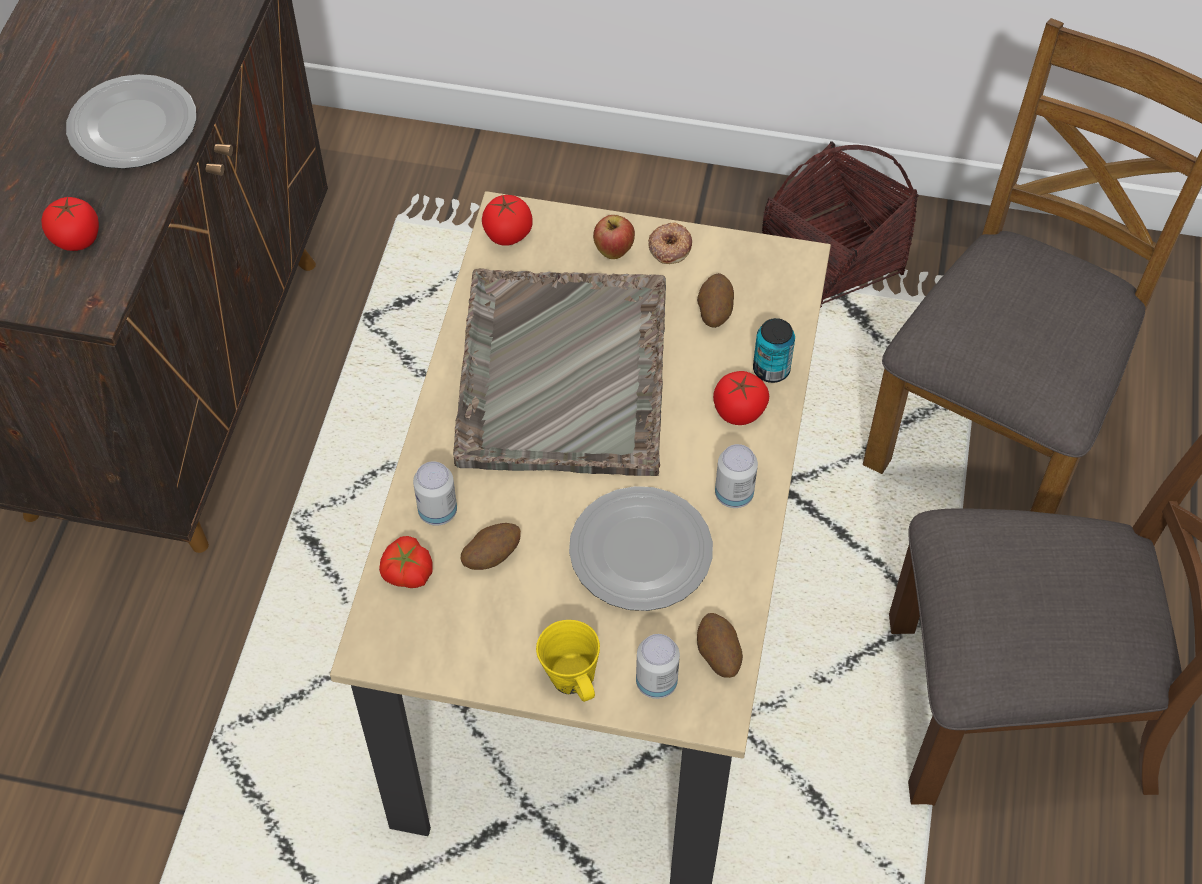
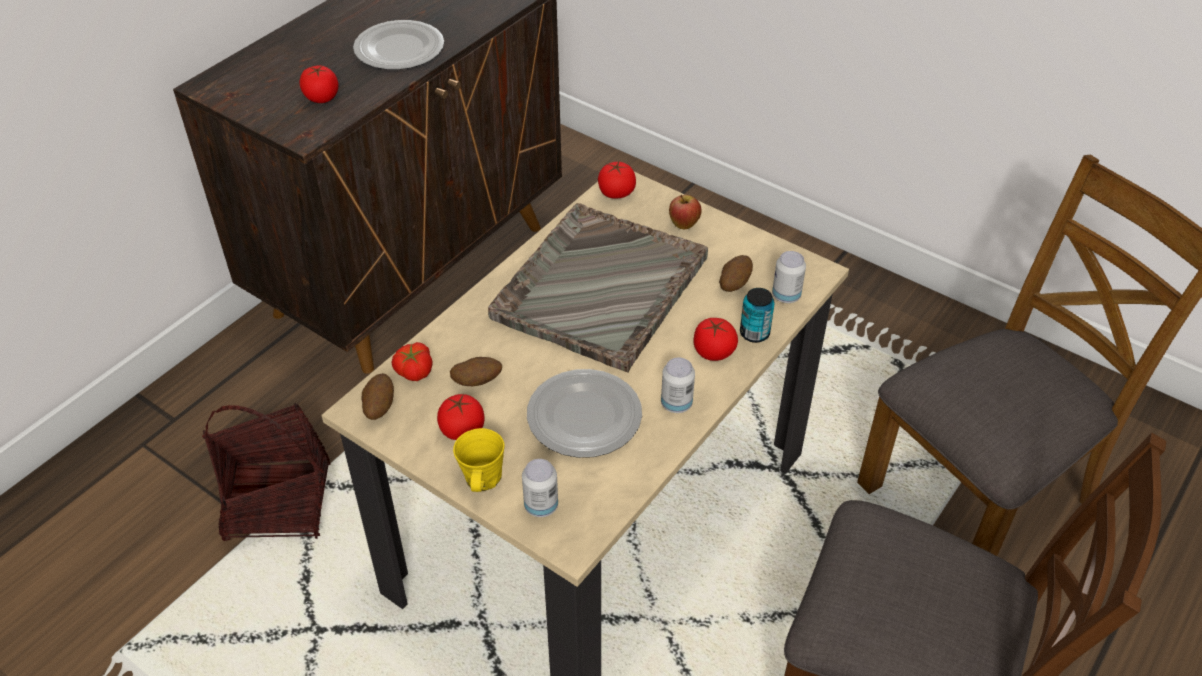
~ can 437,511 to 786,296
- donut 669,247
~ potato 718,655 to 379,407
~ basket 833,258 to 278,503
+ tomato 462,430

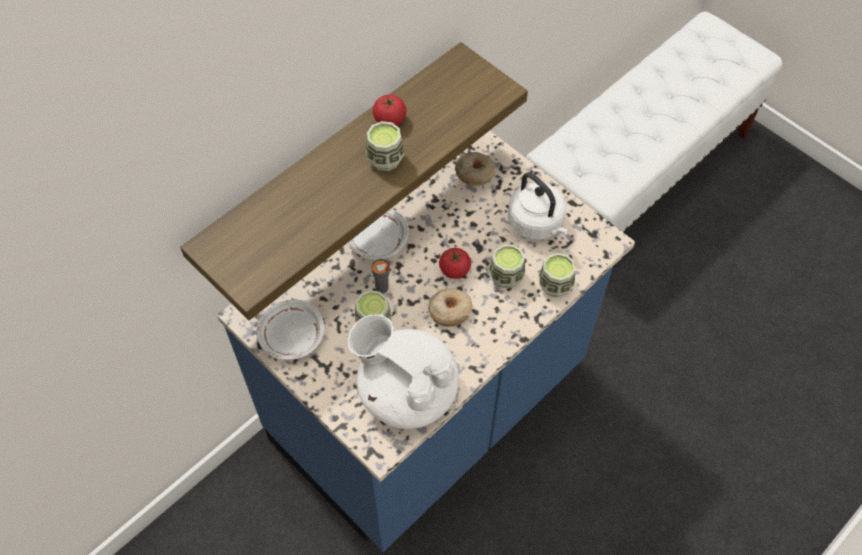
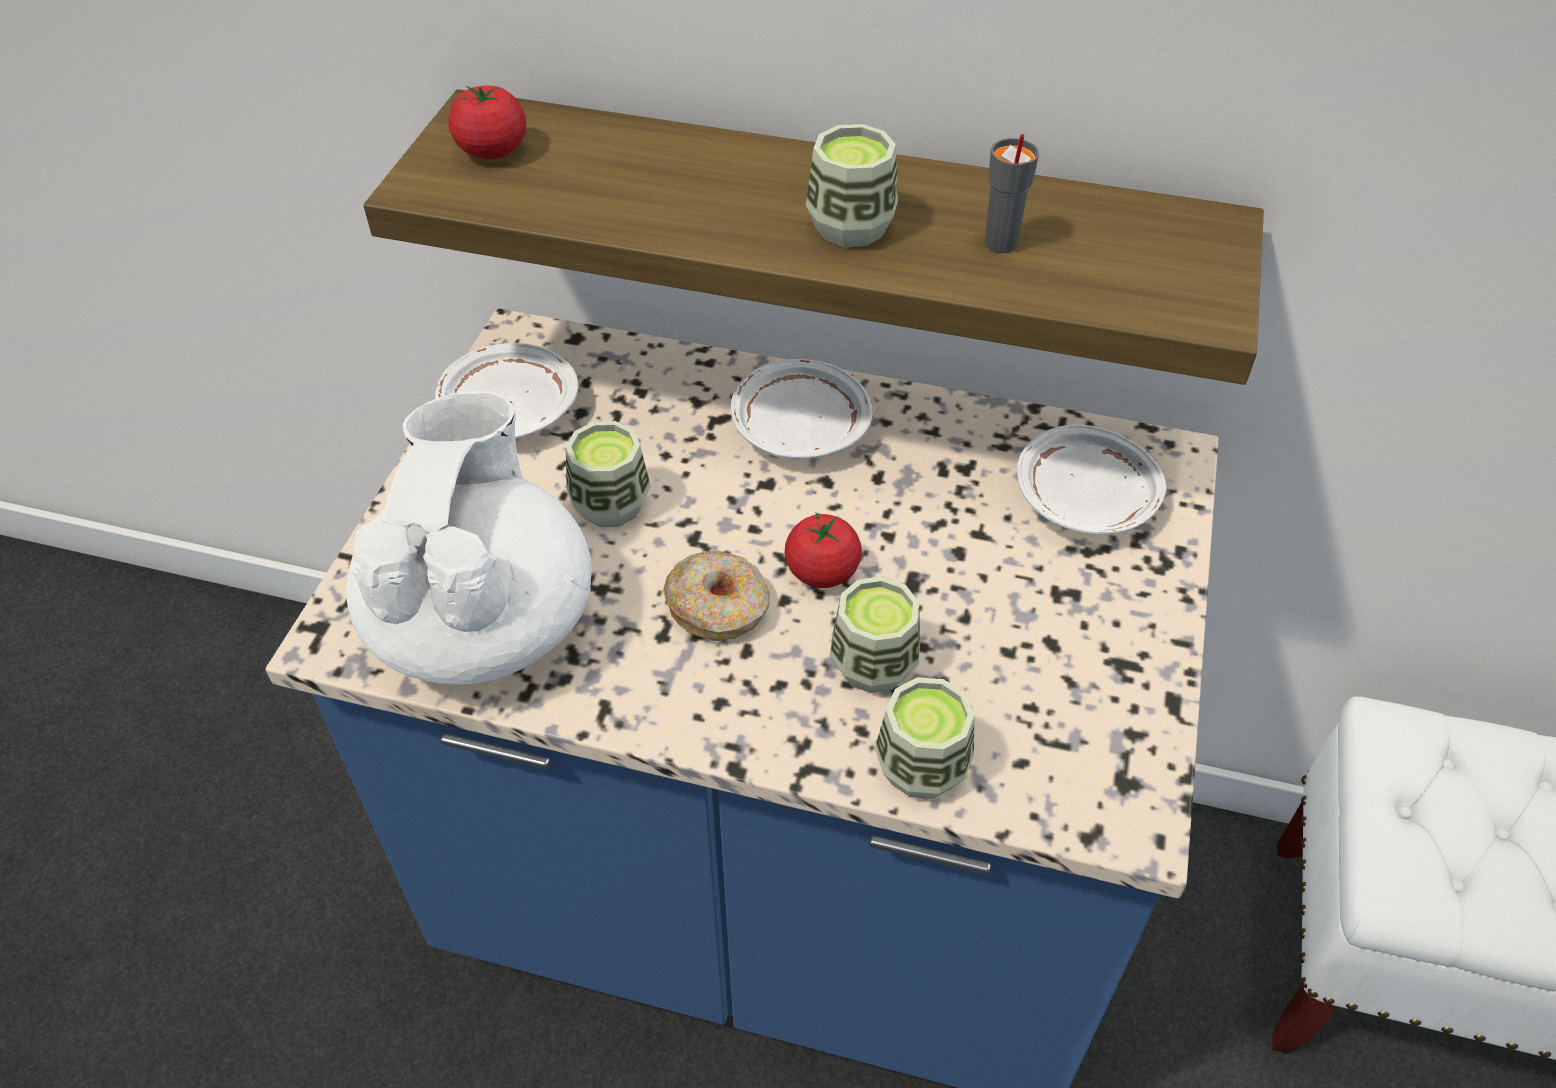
~ grey cup 382,288 to 1000,244
~ tomato 390,120 to 492,150
~ donut 475,173 to white plate 1085,500
- white kettle 537,224

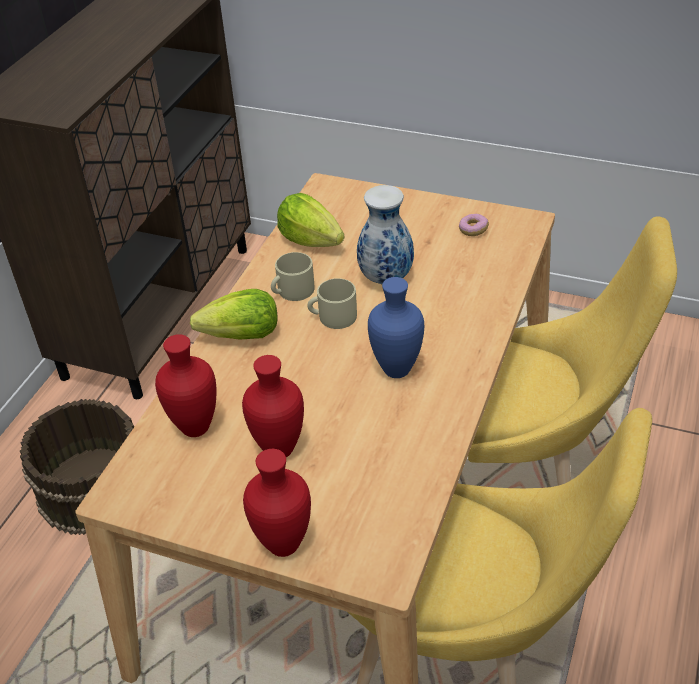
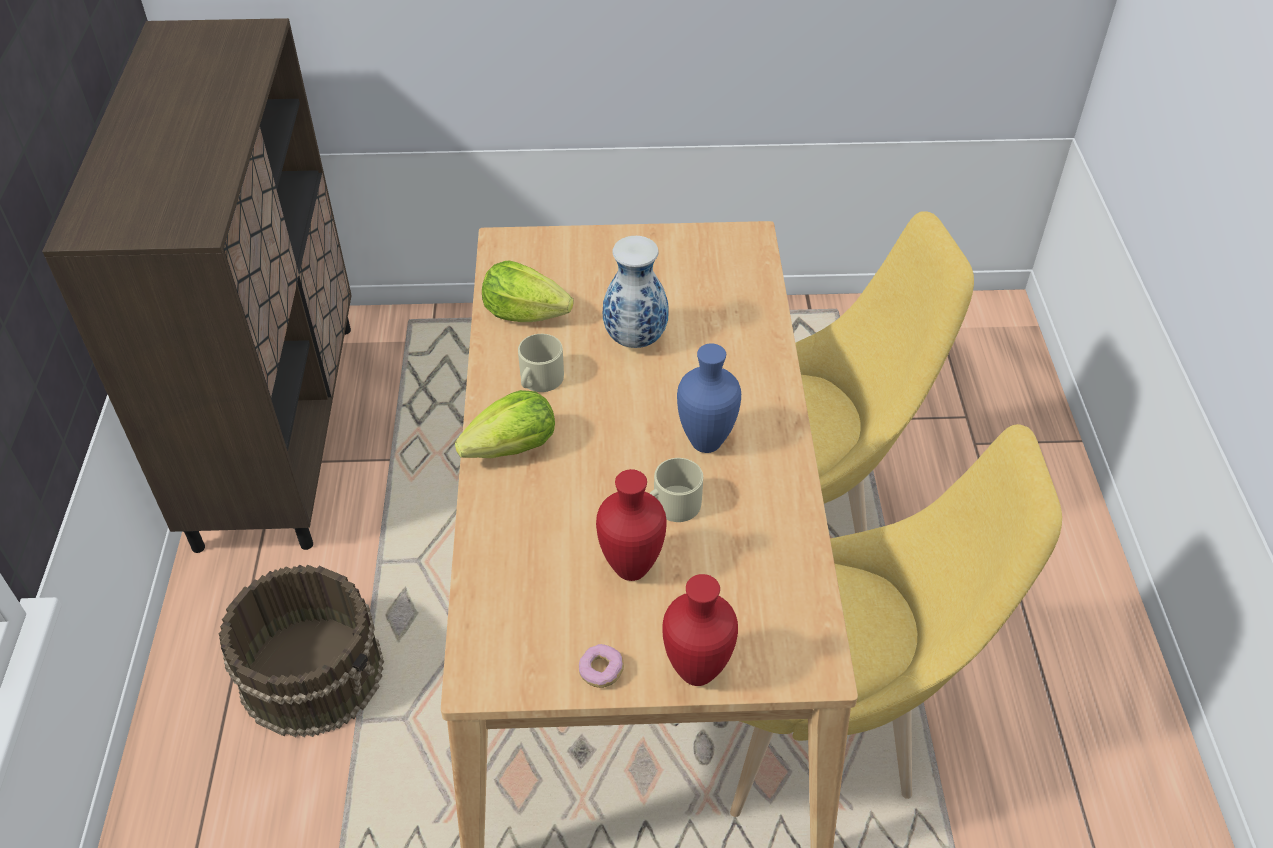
- red vase 193,427
~ beige mug 333,317 to 671,506
~ donut 473,230 to 601,671

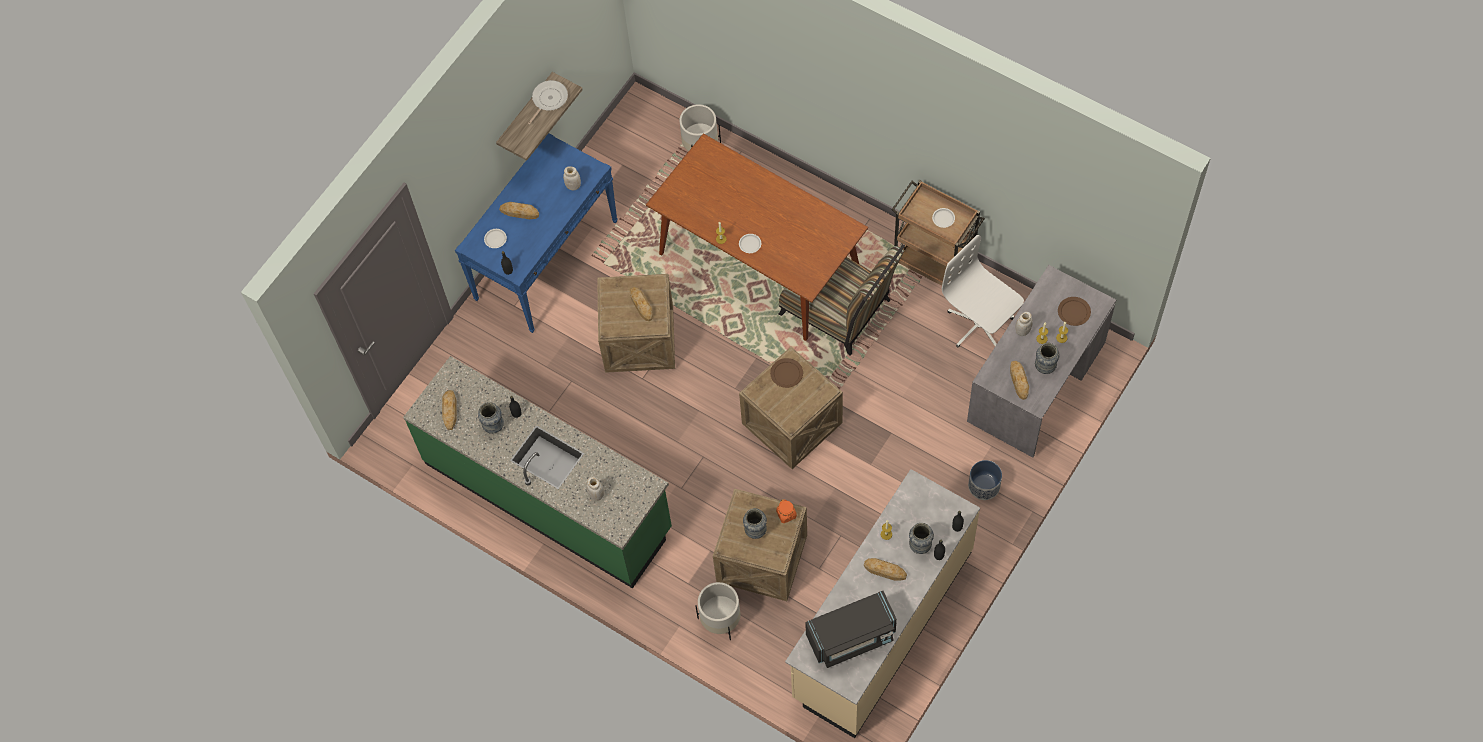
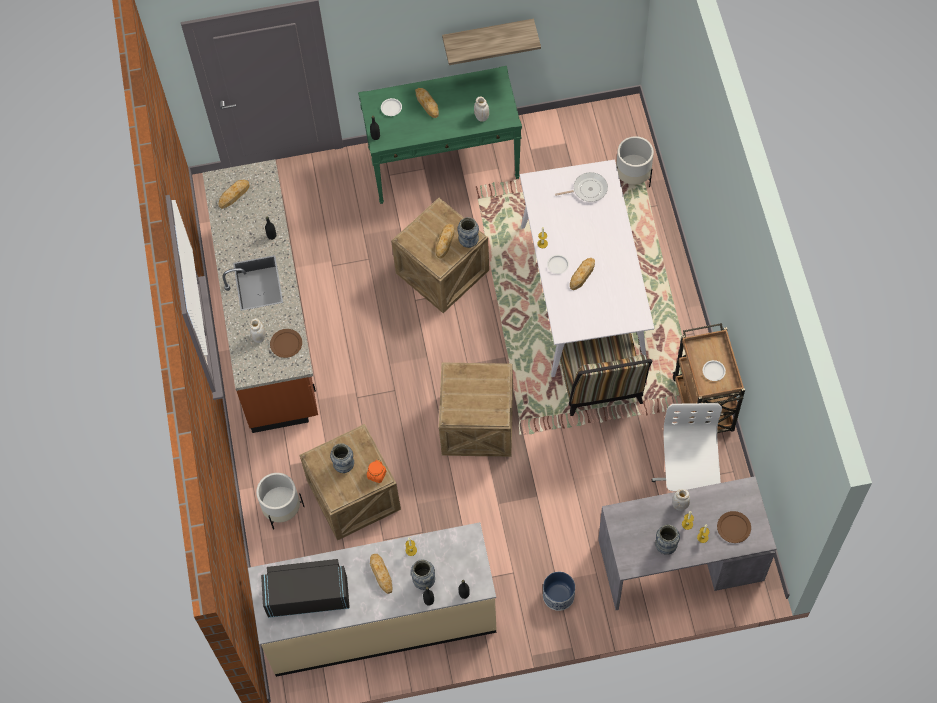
~ green counter 548,495 to brown counter 270,321
~ blue console table 546,259 to green console table 444,163
~ vase 493,426 to 468,242
~ frying pan 548,99 to 587,189
~ brown dining table 758,261 to white dining table 582,292
~ brown plate 787,373 to 286,344
~ black microwave 851,637 = 308,596 150 degrees clockwise
~ bread 1019,380 to 582,275

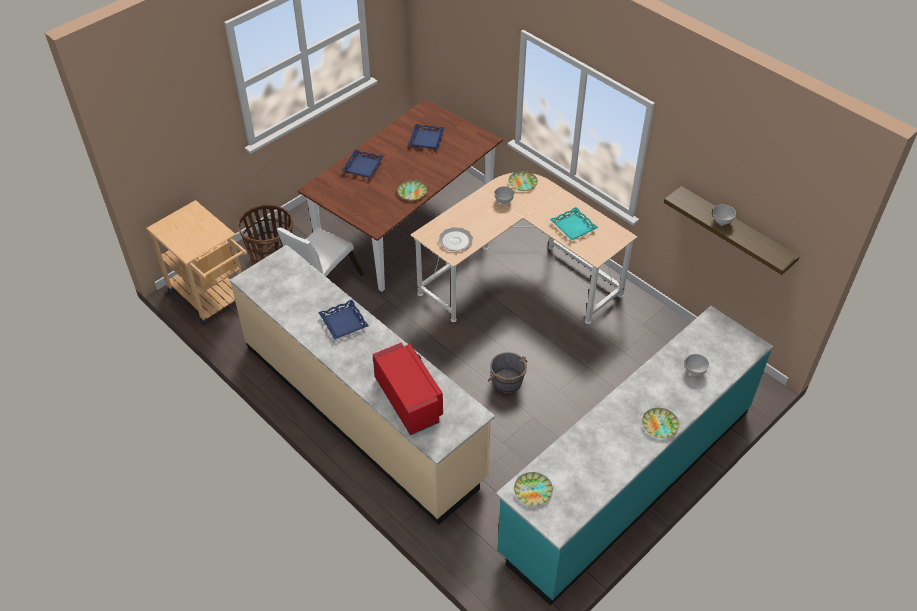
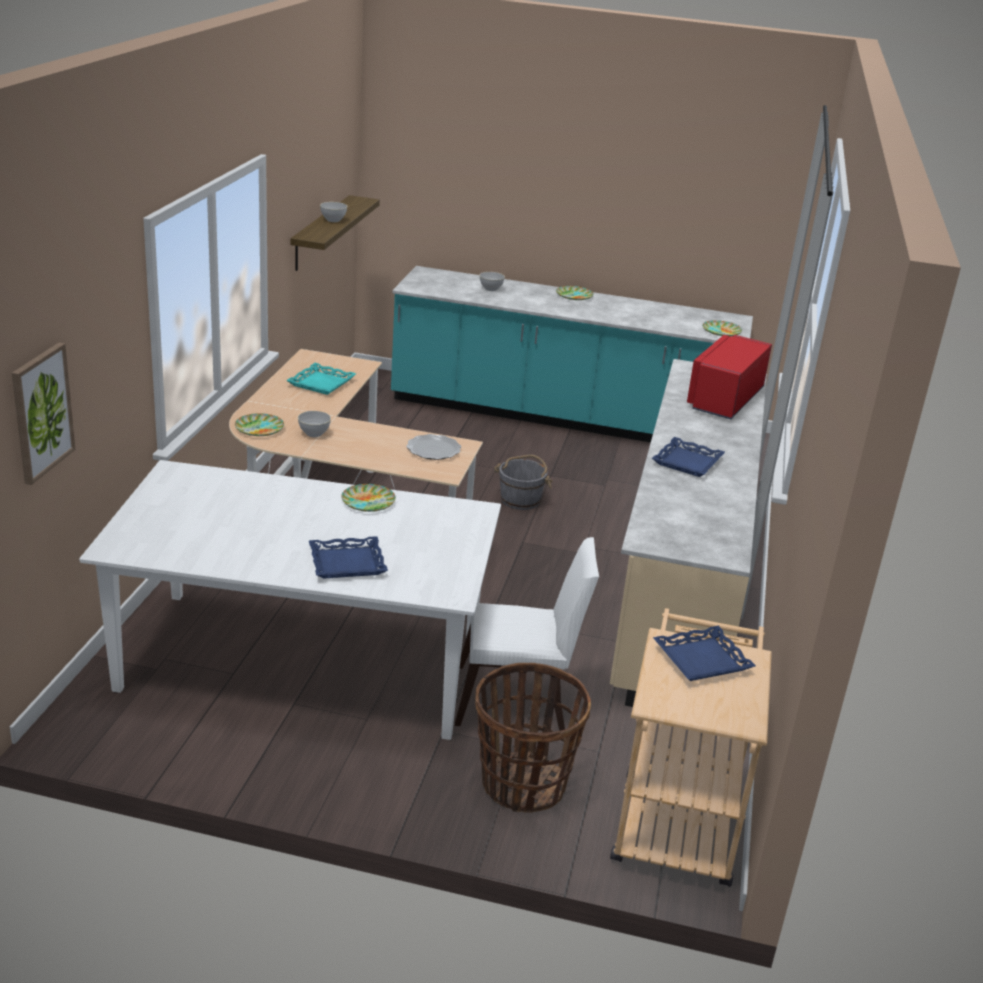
~ brown dining table 406,224 to white dining table 303,662
~ blue tray 427,139 to 701,659
+ picture 41,412

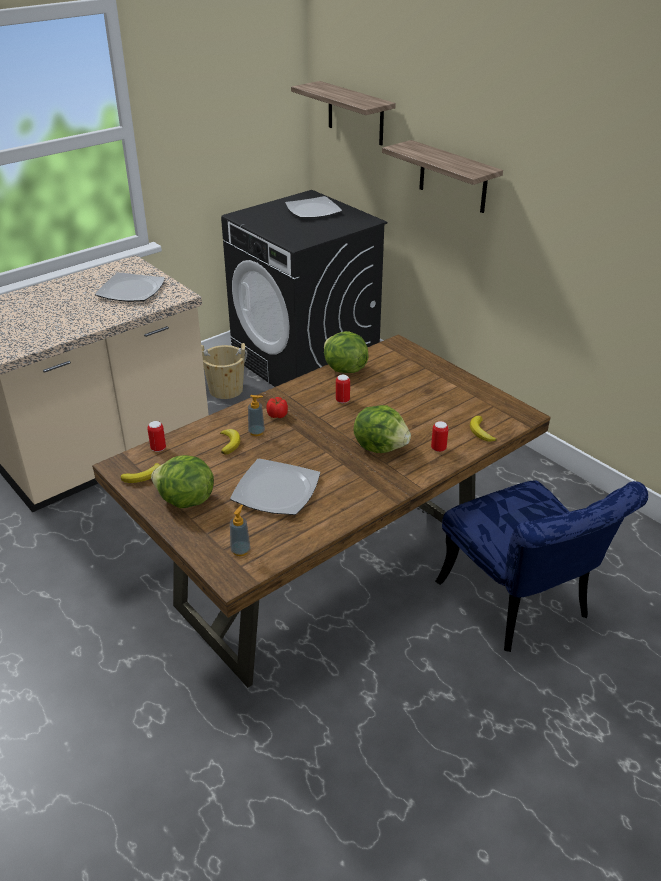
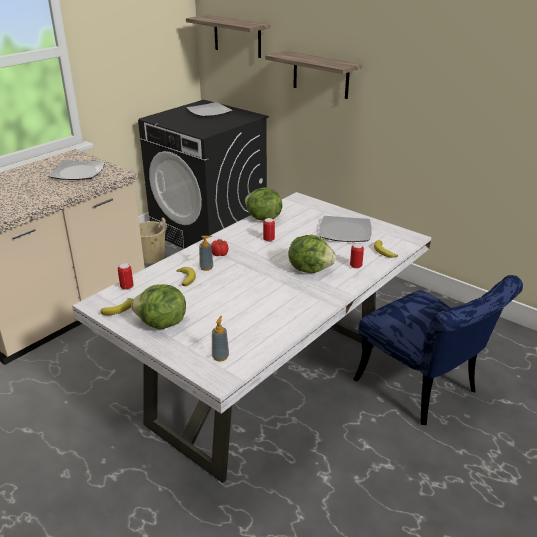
~ brown dining table 331,571 to white dining table 268,382
~ plate 276,491 to 345,232

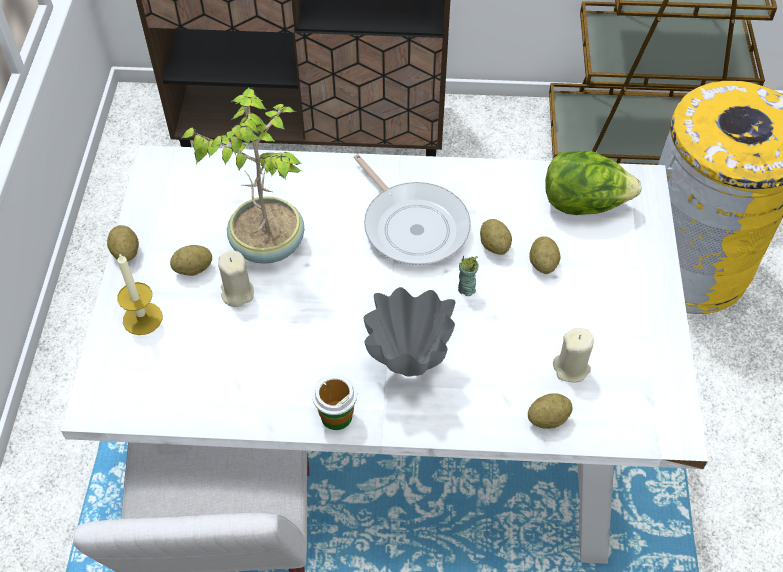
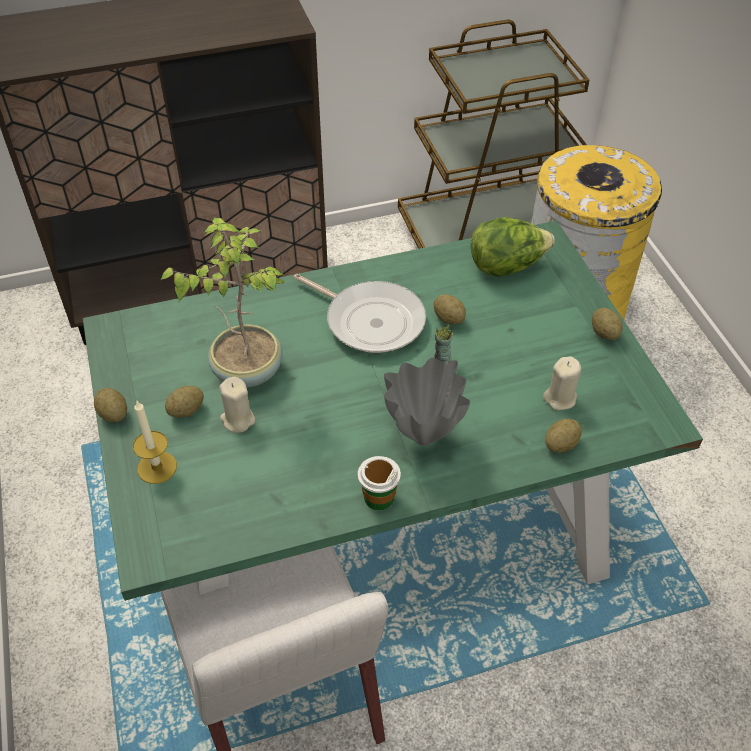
~ white dining table 388,425 to green dining table 373,522
~ potato 543,264 to 604,333

